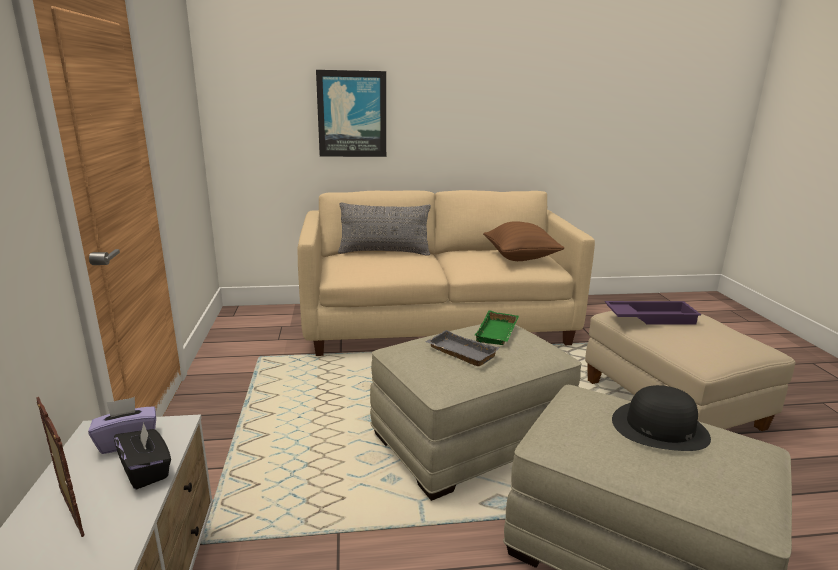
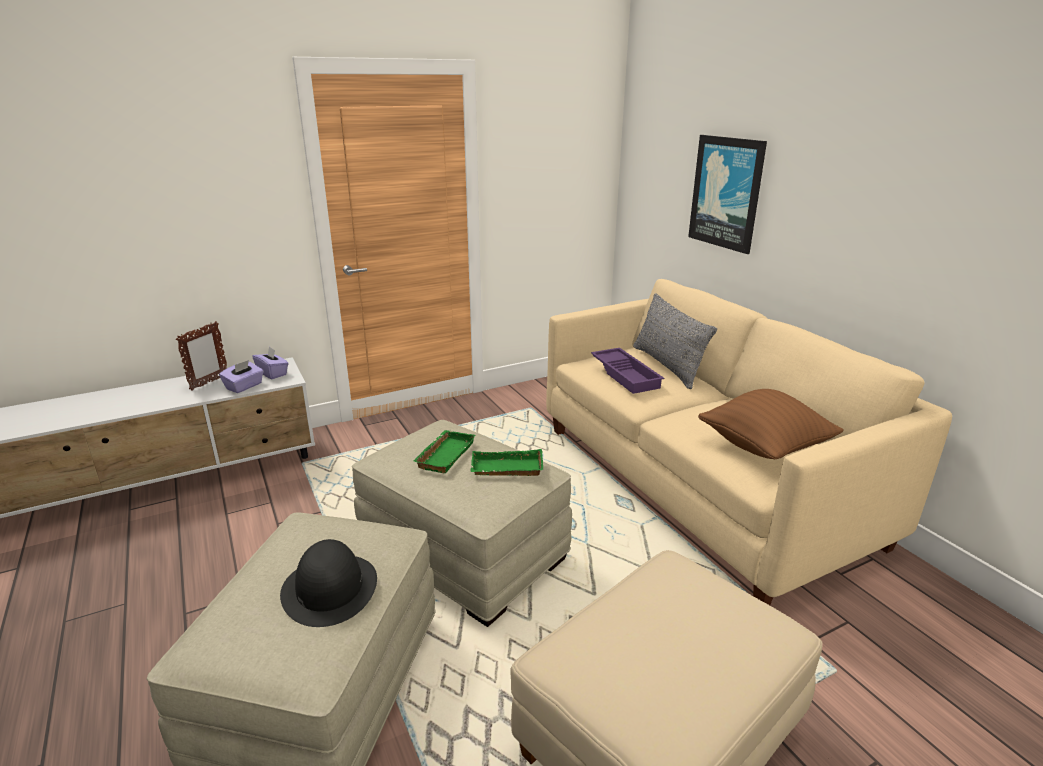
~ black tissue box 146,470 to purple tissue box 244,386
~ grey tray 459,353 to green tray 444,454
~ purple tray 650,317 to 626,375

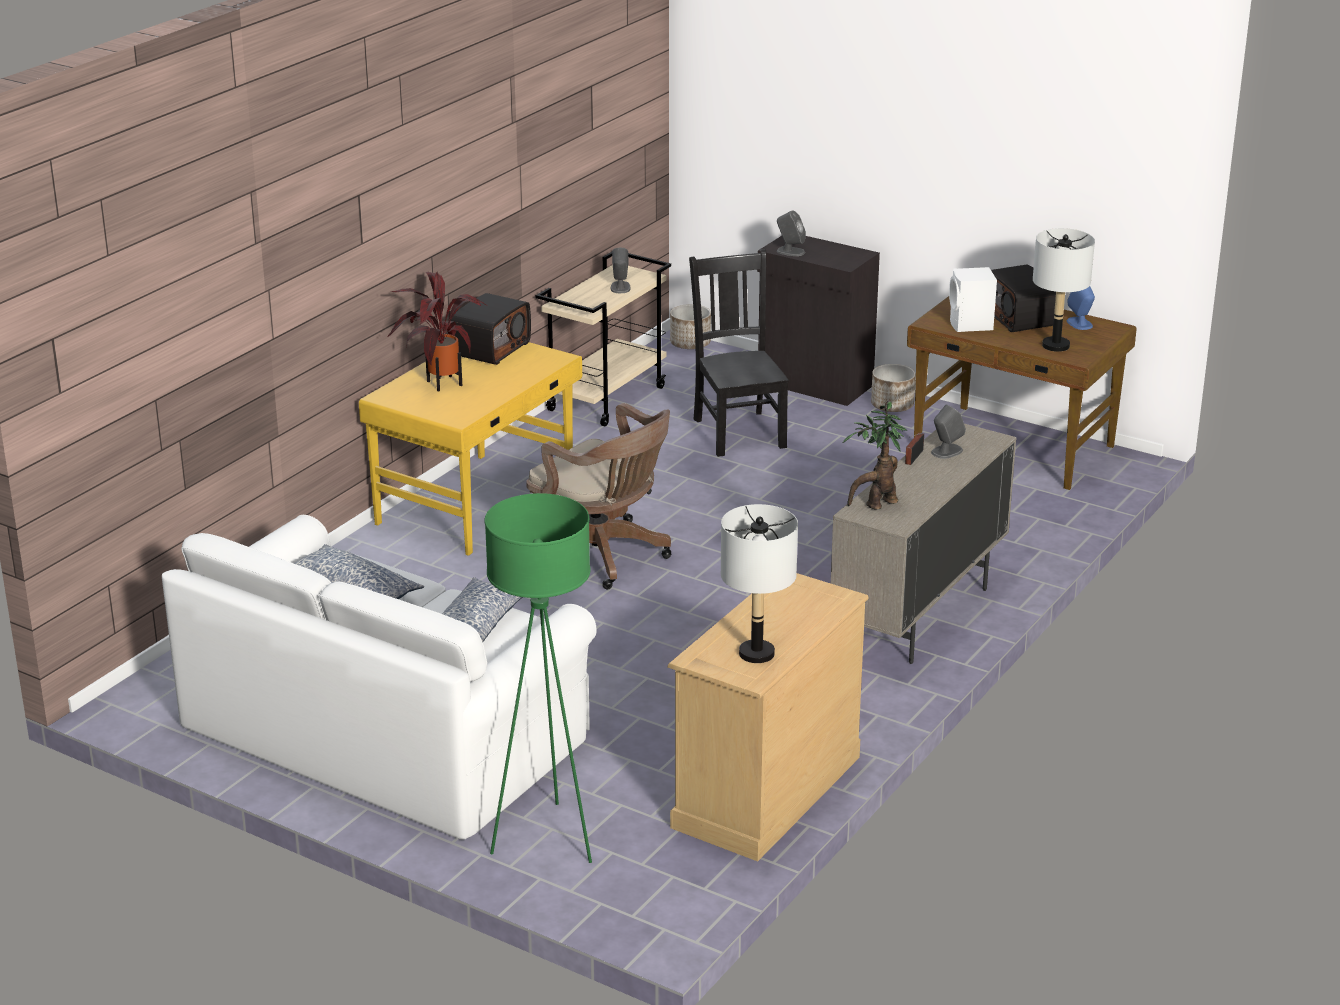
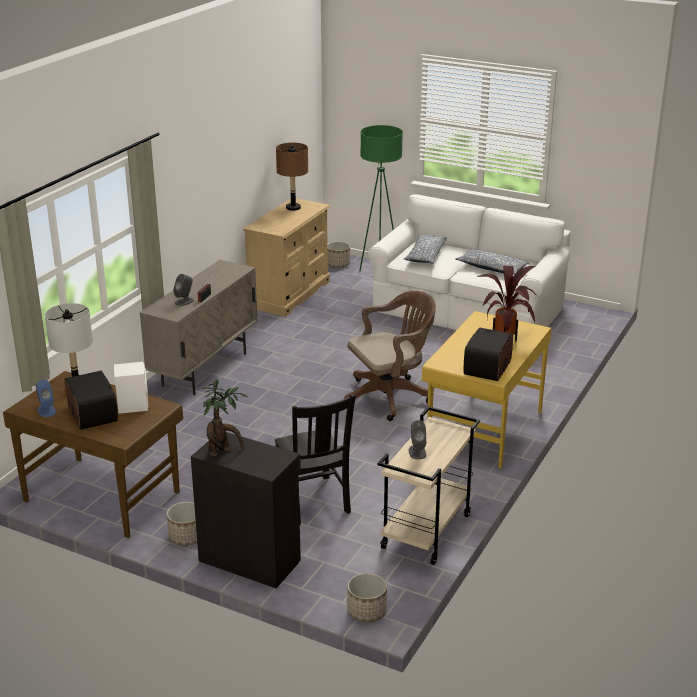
~ brown office chair 603,556 = 390,396 120 degrees clockwise
~ grey table lamp 756,653 to brown table lamp 293,208
- grey speaker 790,251
~ potted plant 876,504 to 222,451
+ planter 338,264

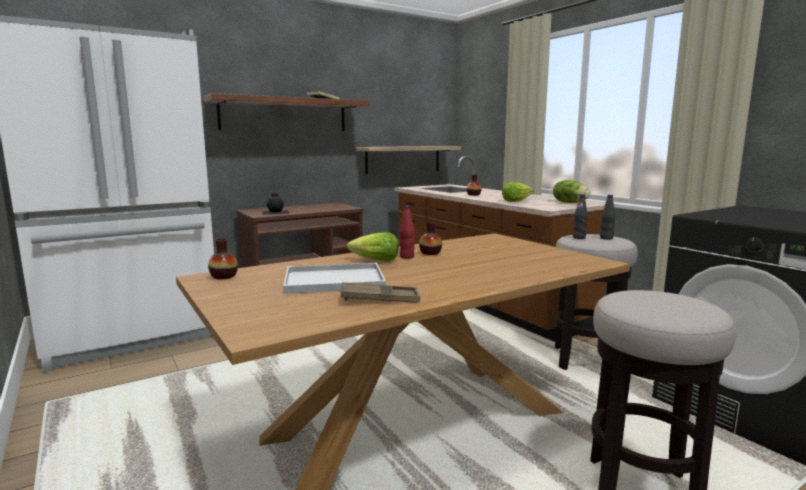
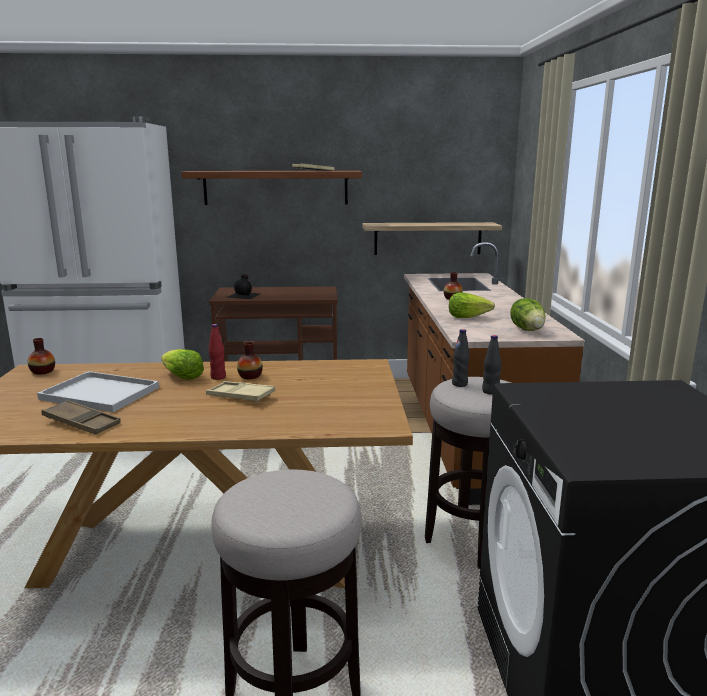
+ beige tray 240,396

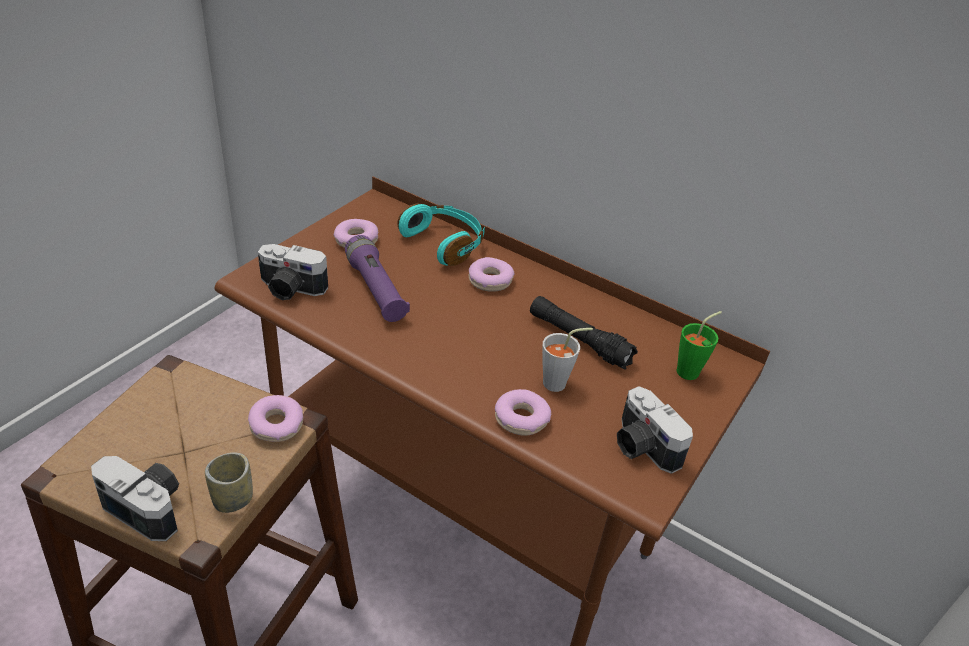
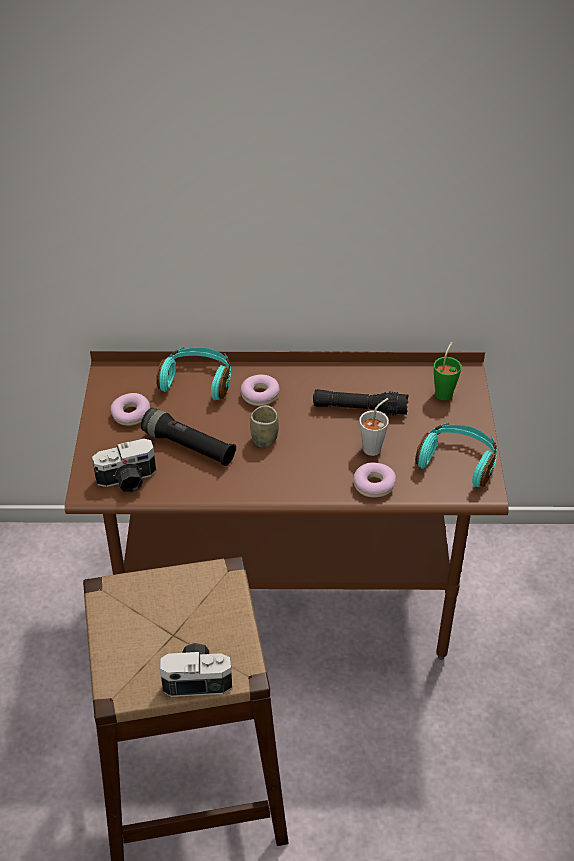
~ cup 233,499 to 264,439
- donut 276,425
~ purple flashlight 376,290 to black flashlight 189,446
~ photo camera 641,447 to turquoise headphones 458,461

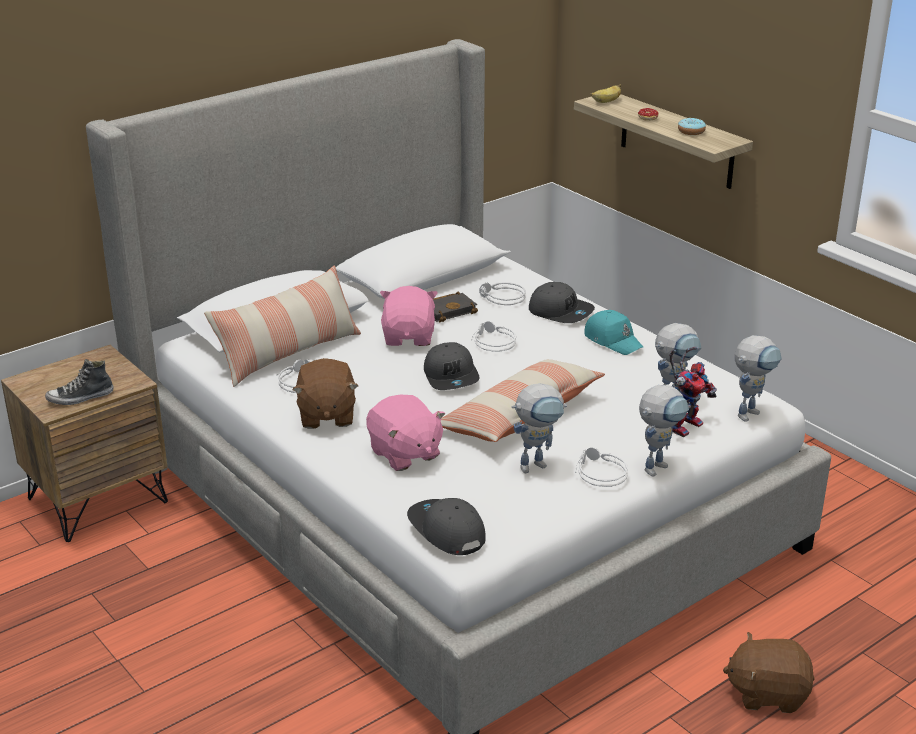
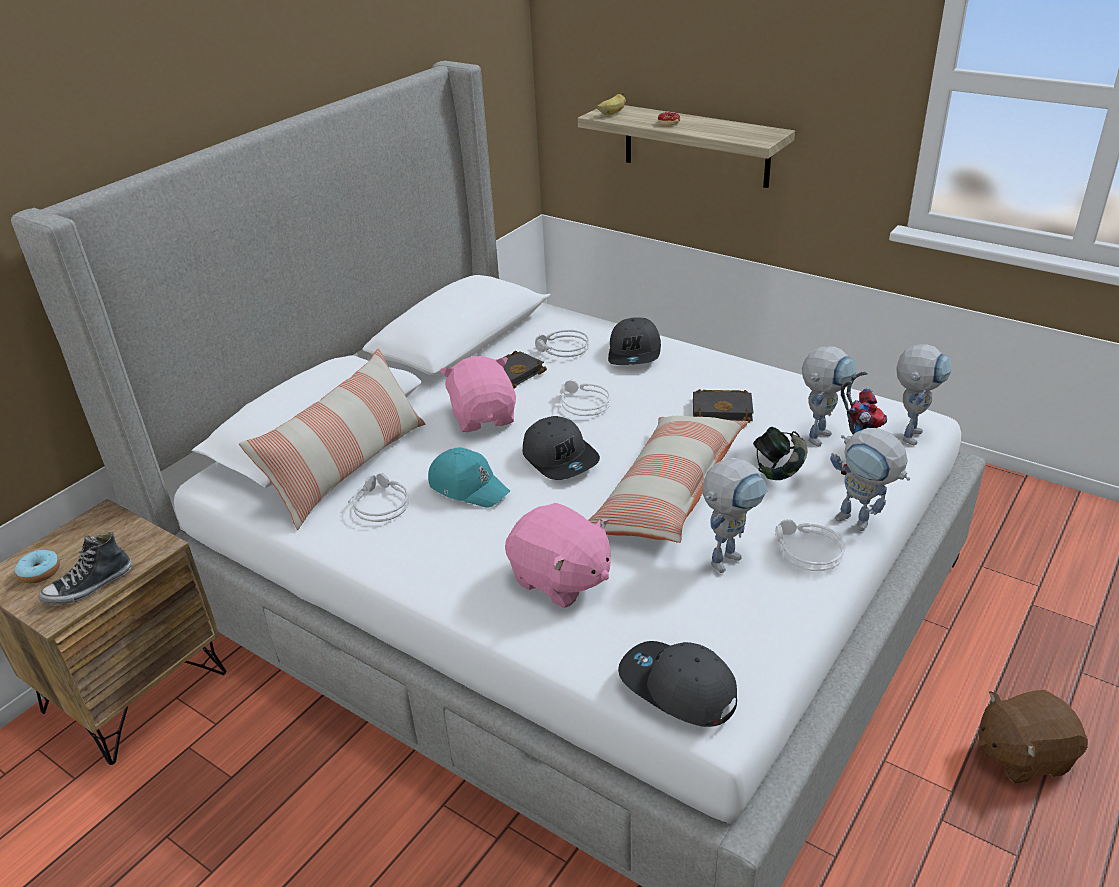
- brown plush toy 326,415
~ grey cap 561,312 = 635,353 75 degrees clockwise
~ turquoise cap 613,340 to 468,486
~ toy robot 658,465 = 862,523 105 degrees clockwise
~ donut 691,132 to 40,572
+ black book 723,410
+ headphones 778,471

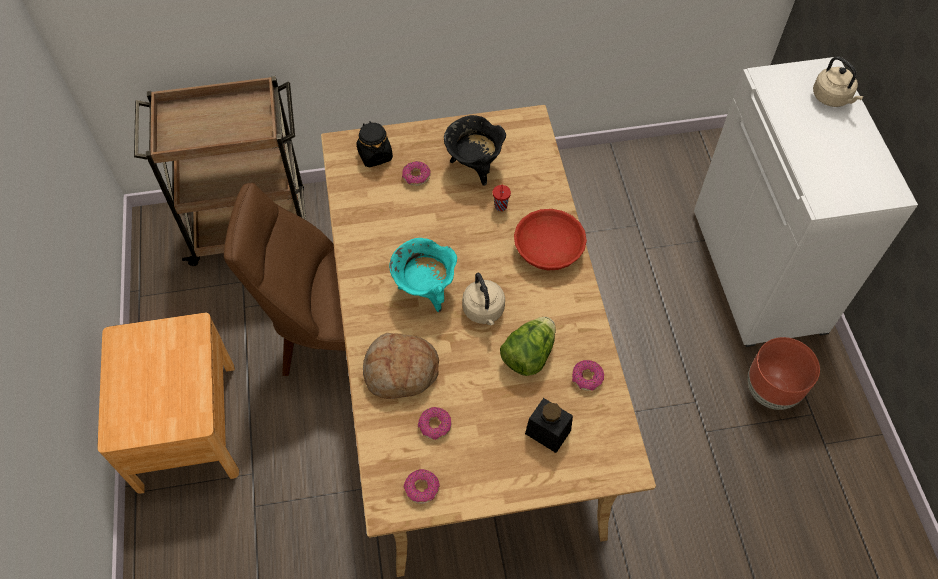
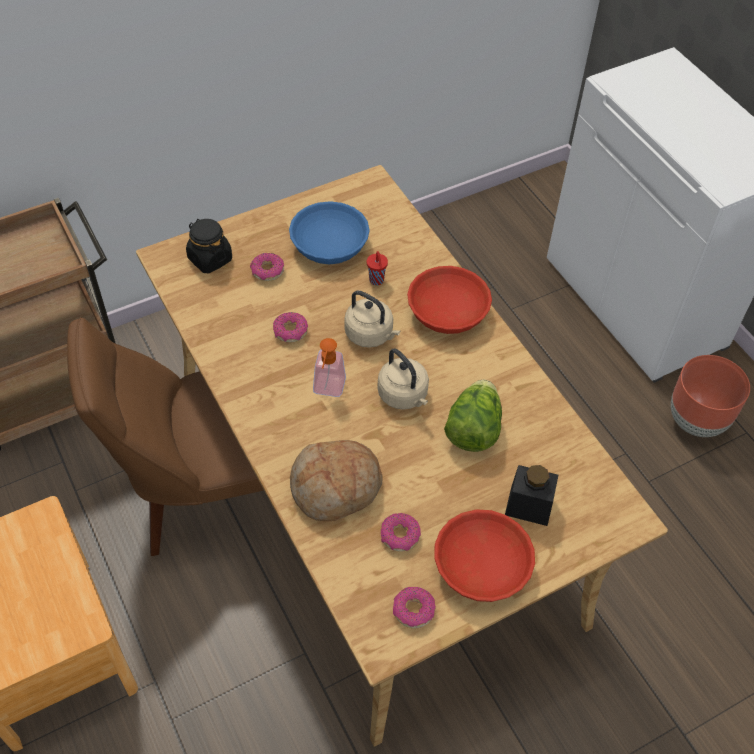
~ turquoise cooking pot 425,290 to soap dispenser 328,390
~ black cooking pot 474,166 to blue bowl 329,245
~ donut 587,378 to 290,331
~ beige kettle 832,98 to 371,335
+ red bowl 481,566

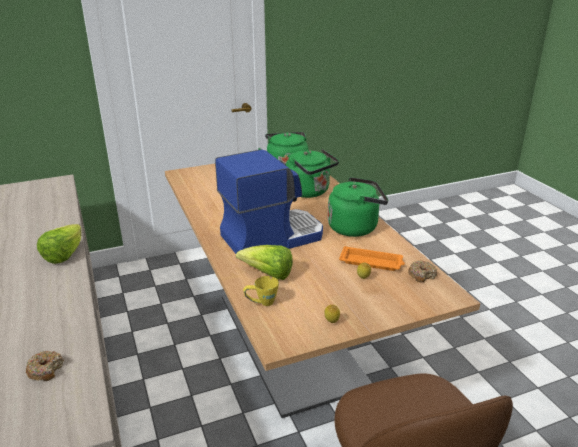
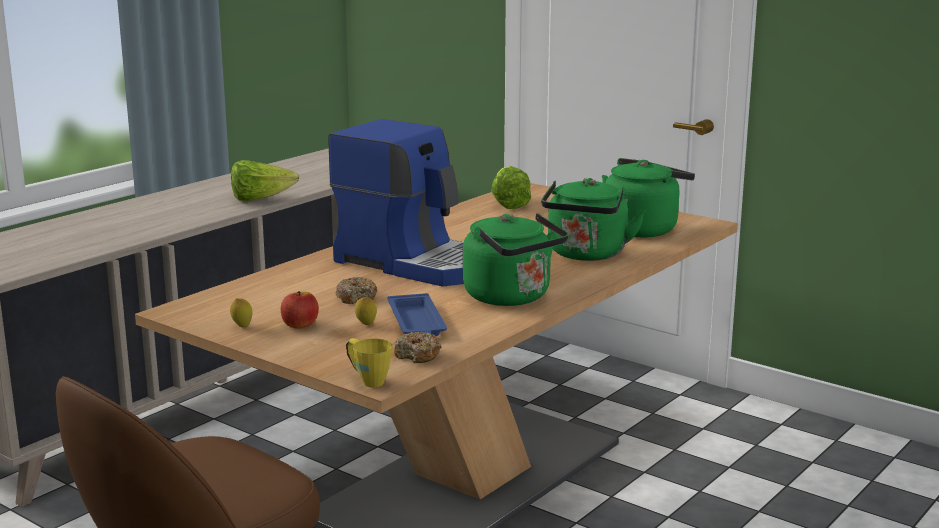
~ donut 45,370 to 356,297
~ lettuce 268,274 to 508,204
~ yellow mug 261,303 to 367,380
~ orange tray 372,262 to blue tray 417,322
+ apple 300,325

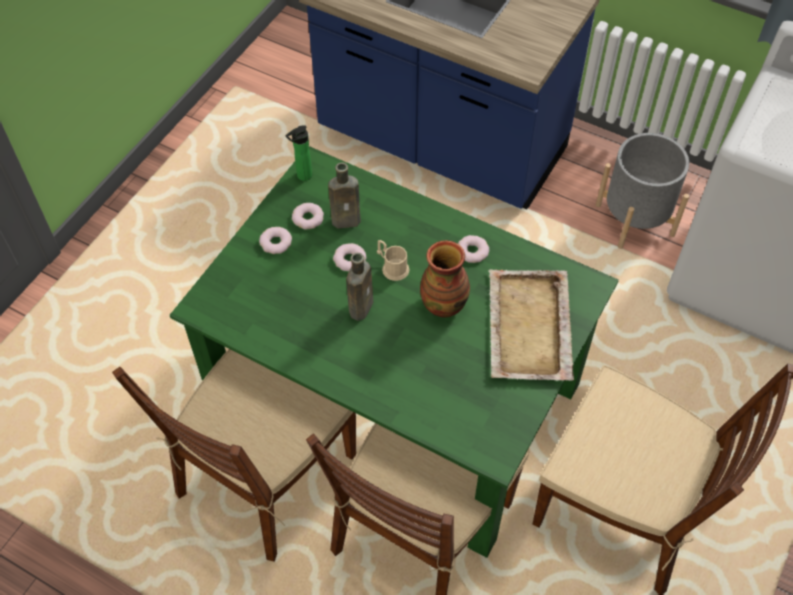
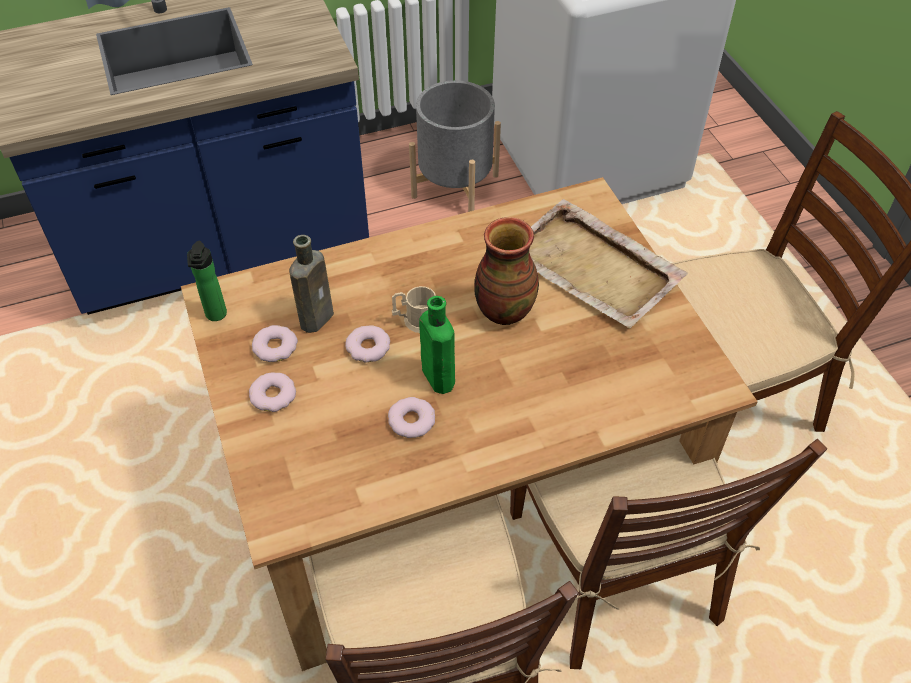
~ green dining table 394,399 to brown dining table 453,488
~ brown bottle 361,306 to green bottle 437,375
~ donut 472,251 to 411,421

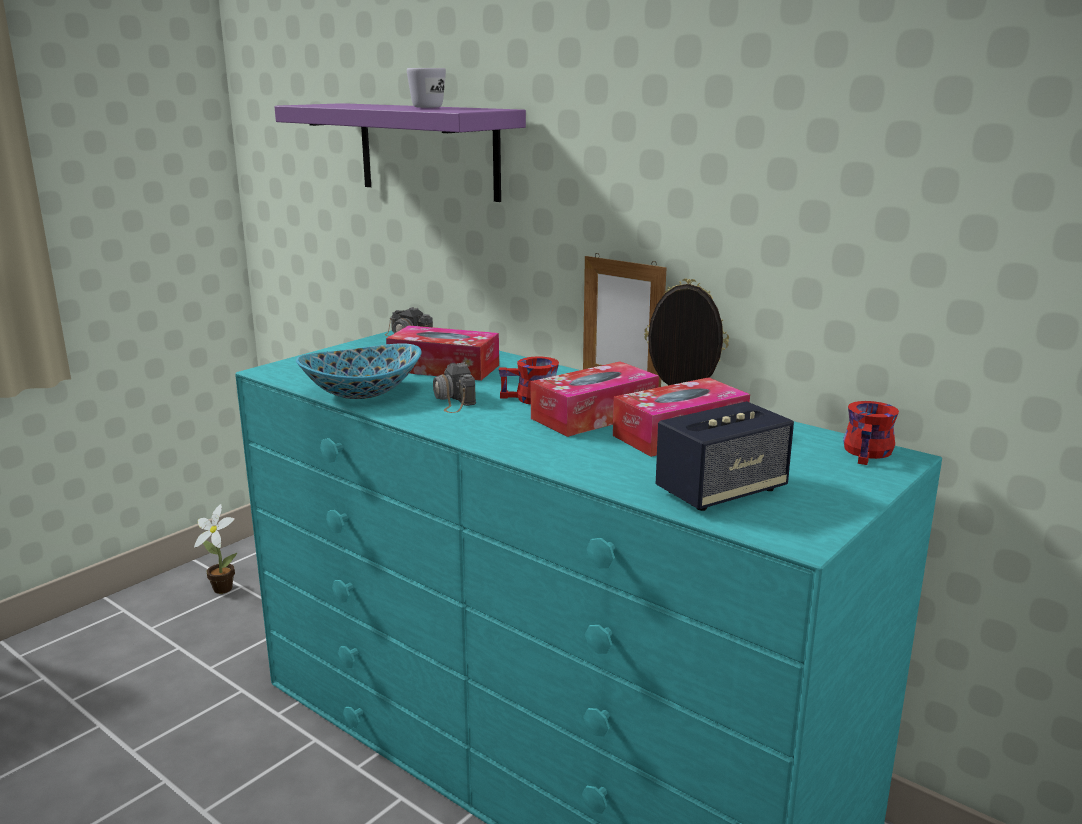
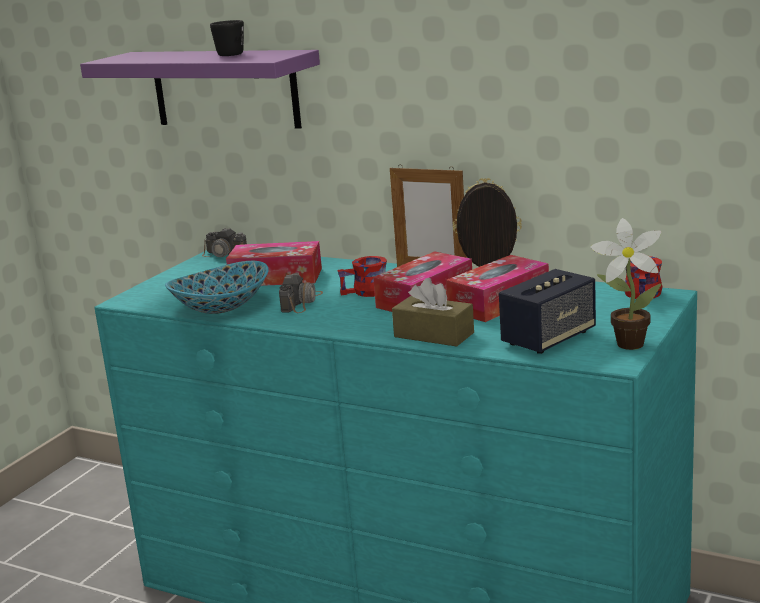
~ potted plant 221,587 to 625,343
~ white mug 429,107 to black mug 231,54
~ photo camera 452,399 = 302,302 135 degrees counterclockwise
+ brown tissue box 434,335

